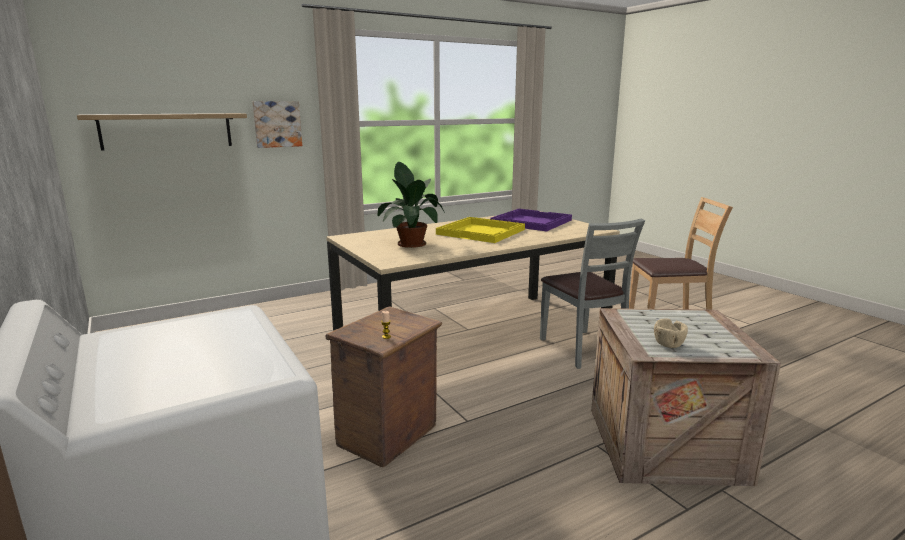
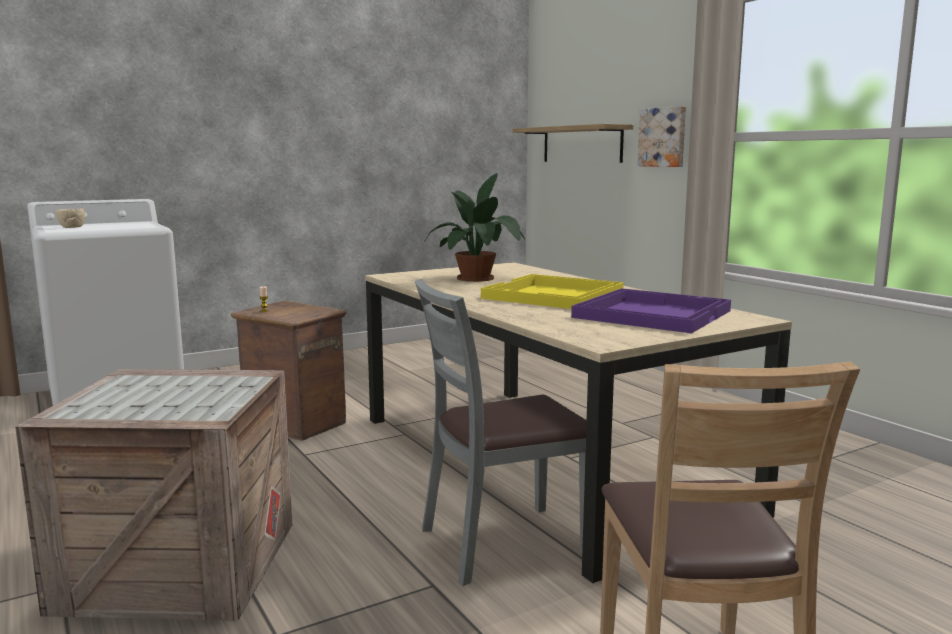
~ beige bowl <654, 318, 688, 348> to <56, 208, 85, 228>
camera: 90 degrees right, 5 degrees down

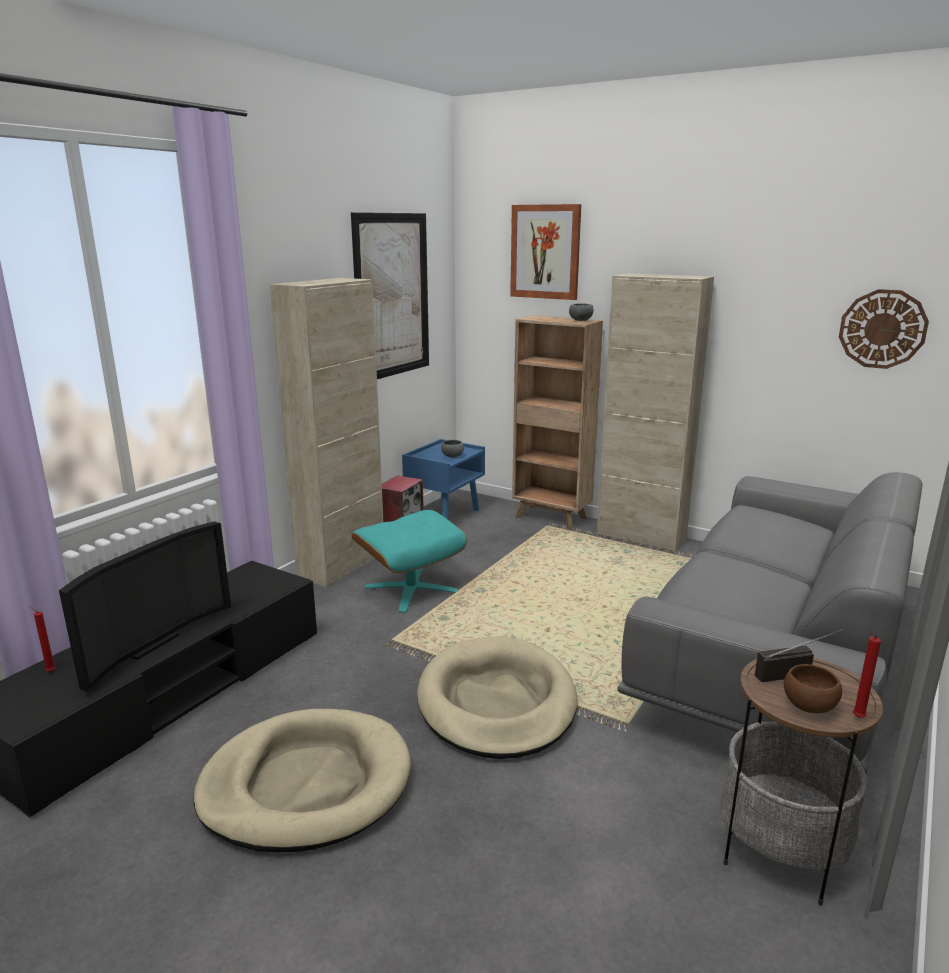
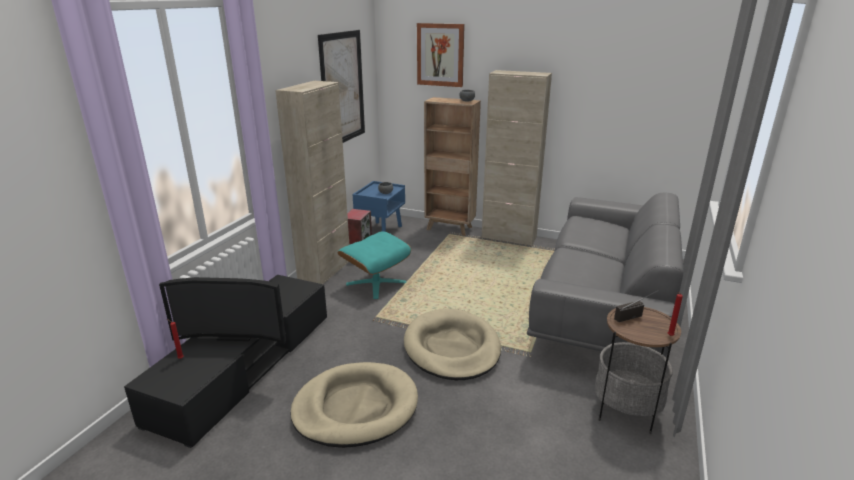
~ television <59, 522, 231, 692> = <159, 277, 286, 344> 75 degrees clockwise
- brown bowl <784, 664, 842, 713>
- wall clock <839, 289, 929, 369>
camera: 10 degrees left, 5 degrees up

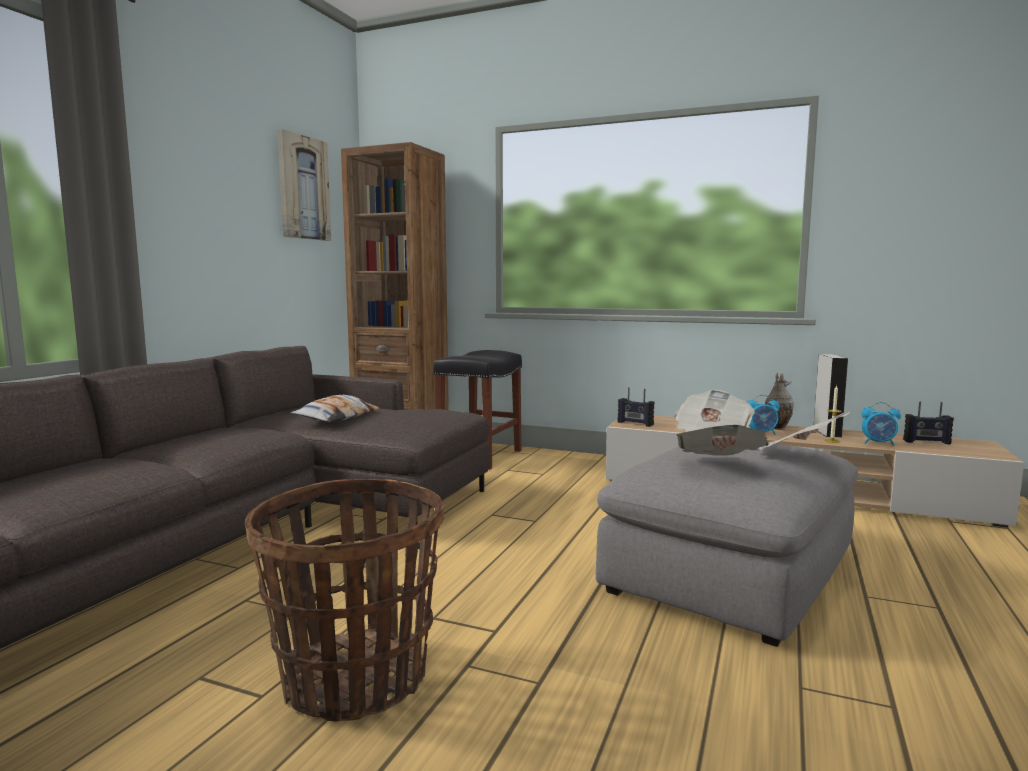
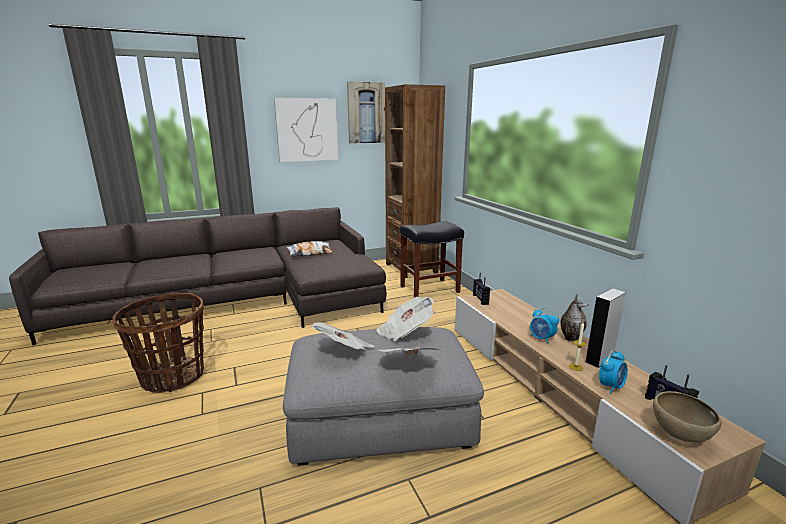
+ picture <274, 98, 338, 162>
~ alarm clock <862, 402, 901, 446> = <599, 350, 628, 394> 105 degrees counterclockwise
+ brown bowl <653, 391, 722, 442>
camera: 45 degrees right, 10 degrees up

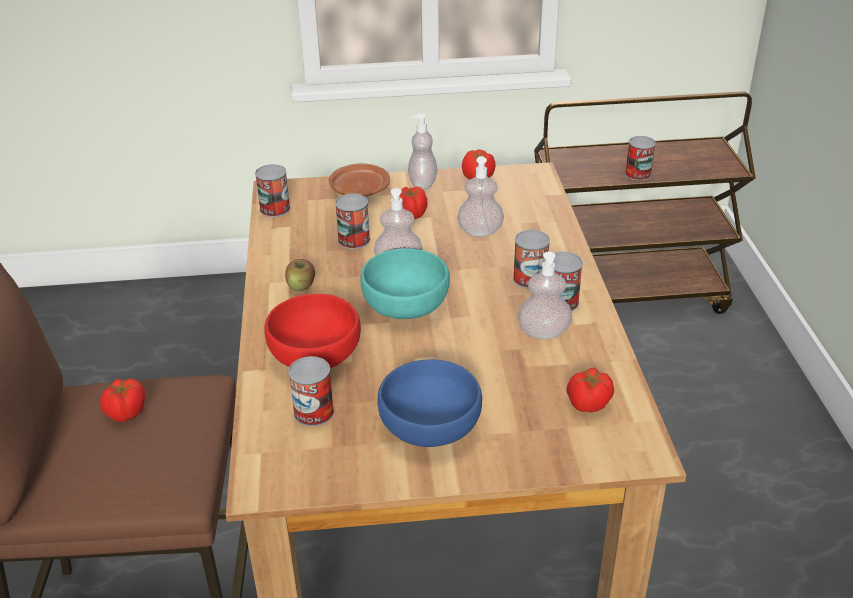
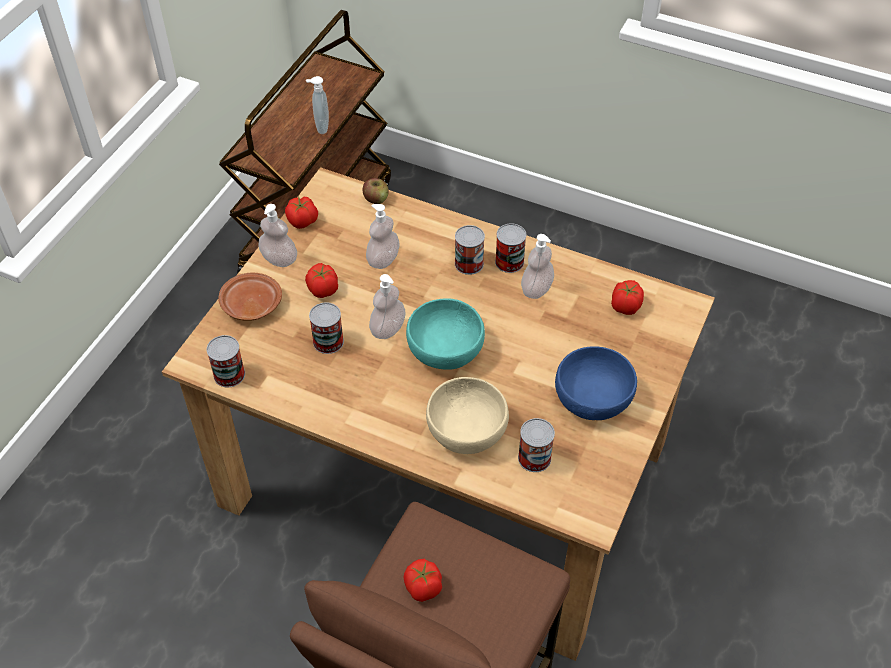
~ can <625, 136, 656, 181> to soap dispenser <306, 76, 329, 134>
~ apple <285, 259, 315, 291> to <363, 178, 389, 204>
~ red bowl <264, 294, 361, 368> to beige bowl <426, 377, 509, 454>
camera: 60 degrees left, 15 degrees up

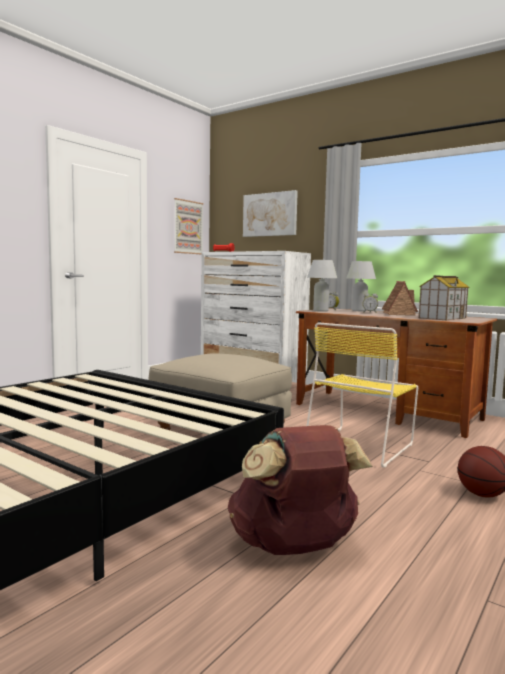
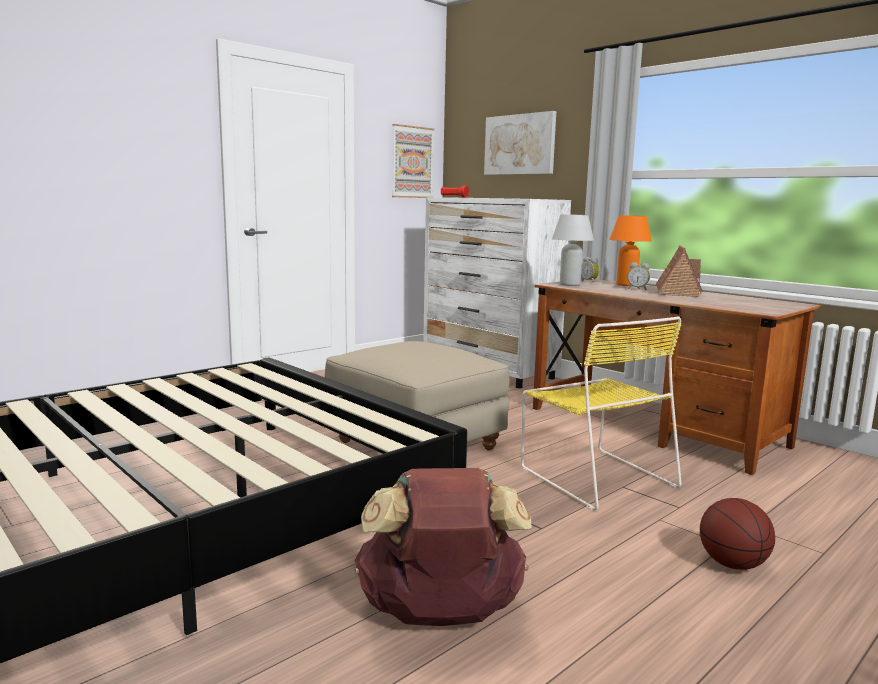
~ yellow chair <306, 322, 418, 468> = <521, 316, 682, 510> 75 degrees counterclockwise
~ white table lamp <346, 261, 376, 311> to orange table lamp <609, 215, 652, 286>
- toy house <419, 275, 470, 320>
camera: 10 degrees right, 5 degrees up

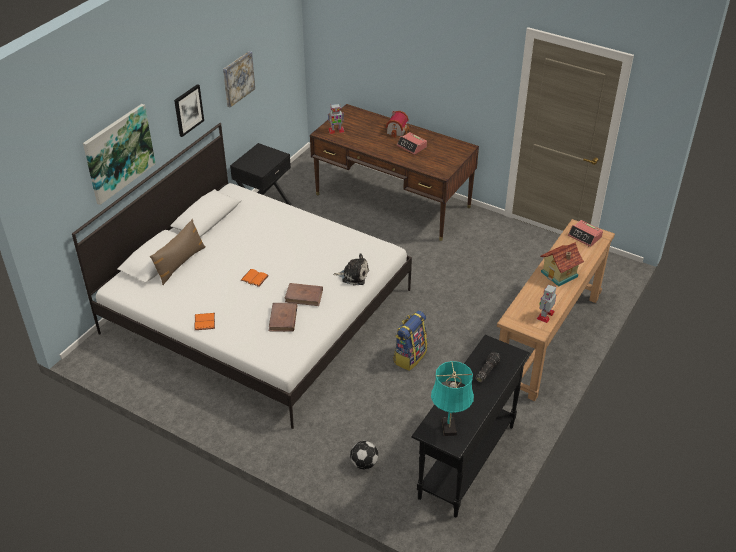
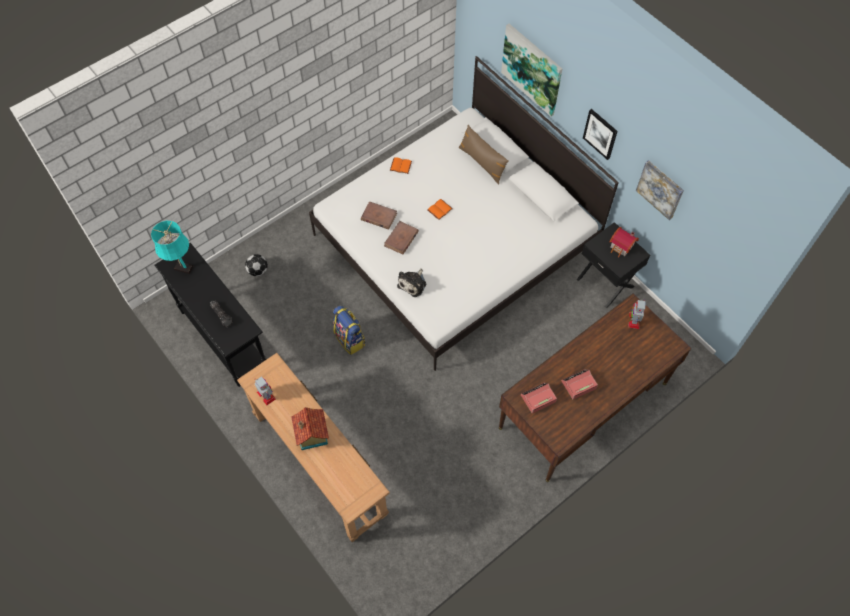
~ alarm clock <568, 220, 603, 247> to <521, 382, 557, 413>
~ toy house <385, 111, 410, 137> to <610, 227, 639, 258>
camera: 110 degrees right, 20 degrees up

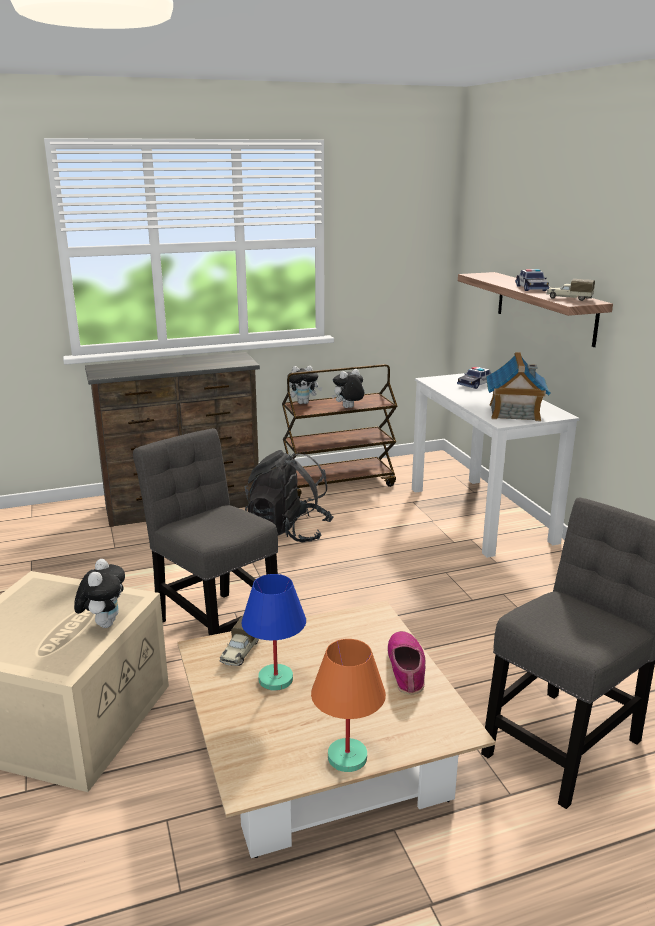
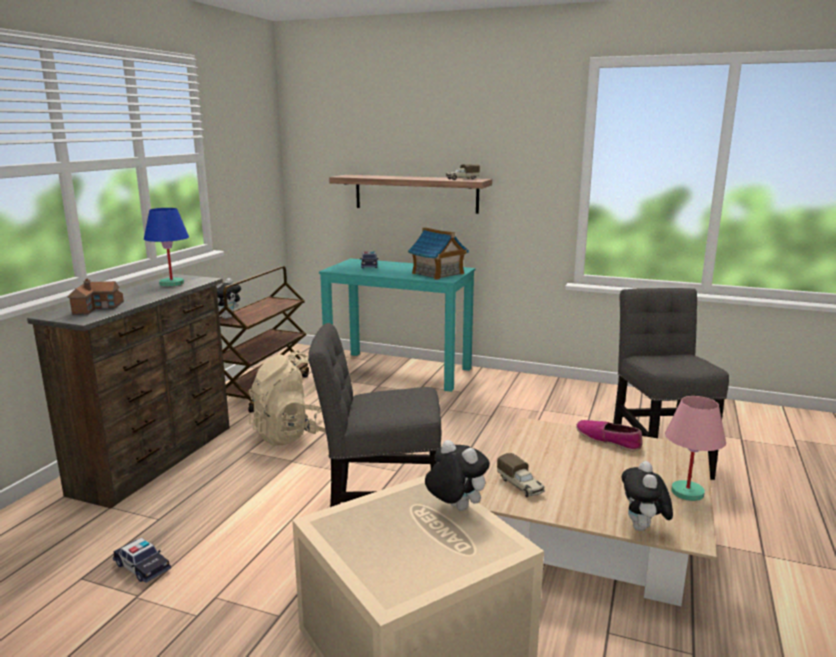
+ toy house <68, 278, 124, 315>
~ toy car <515, 269, 549, 291> to <113, 537, 171, 583>
~ blue table lamp <241, 574, 306, 691> to <144, 208, 189, 287>
~ black backpack <245, 450, 334, 542> to beige backpack <249, 351, 326, 446>
~ white desk <412, 373, 580, 558> to turquoise desk <319, 258, 475, 392>
~ plush toy <332, 369, 364, 408> to <621, 461, 673, 531>
~ orange table lamp <311, 639, 386, 772> to pink table lamp <665, 396, 726, 501>
camera: 50 degrees left, 5 degrees down

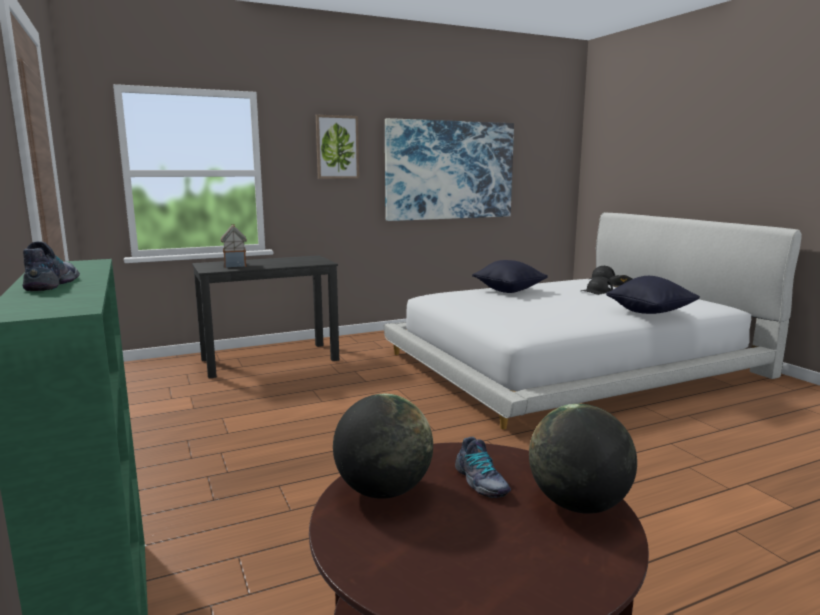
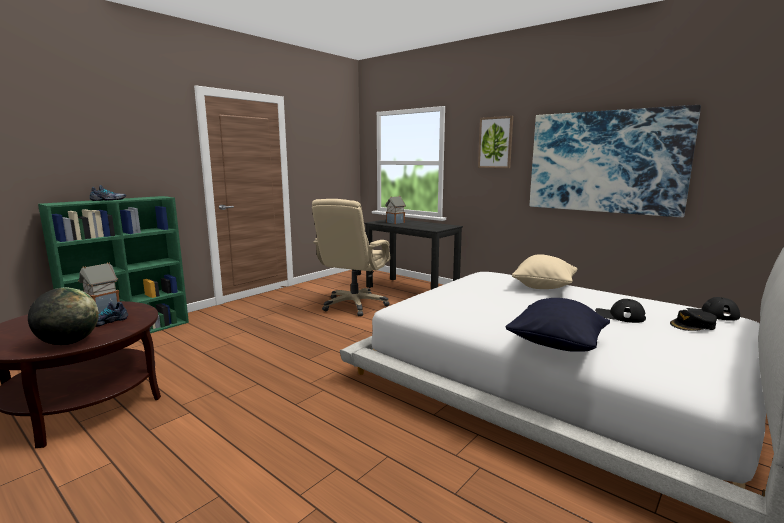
~ globe <333, 394, 433, 499> to toy house <78, 262, 120, 313>
+ beige office chair <312, 199, 390, 316>
~ black pillow <472, 260, 548, 293> to beige pillow <512, 254, 577, 289>
camera: 65 degrees right, 0 degrees up

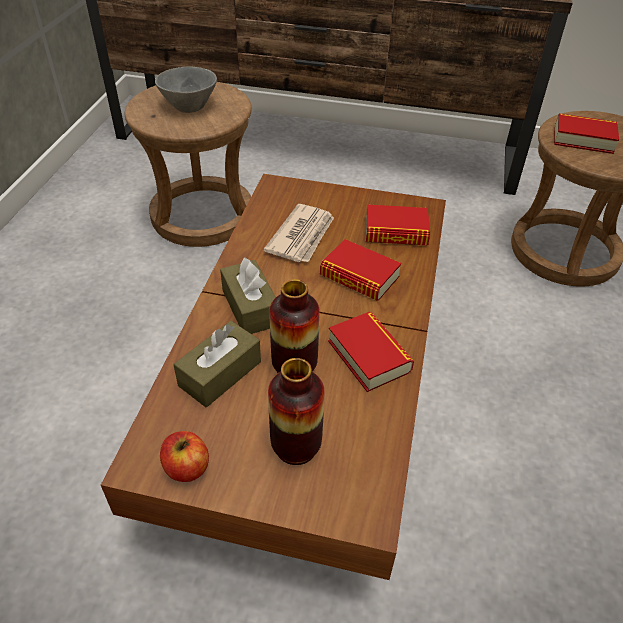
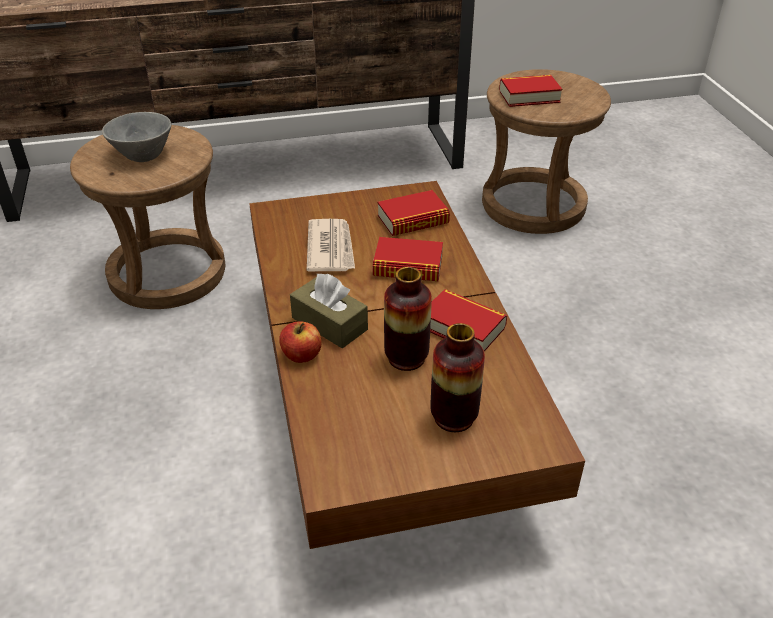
~ apple <160, 431, 209, 482> to <279, 321, 322, 363>
- brown tissue box <174, 321, 261, 407>
camera: 25 degrees left, 5 degrees down

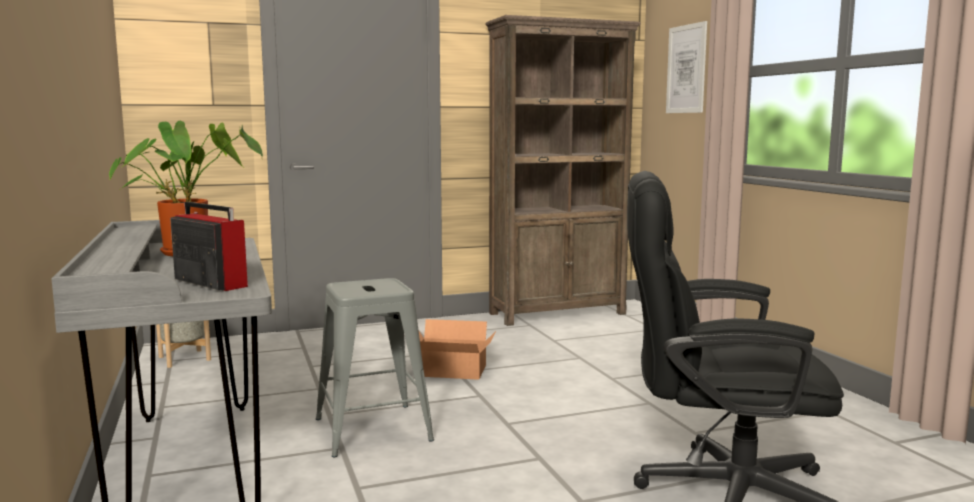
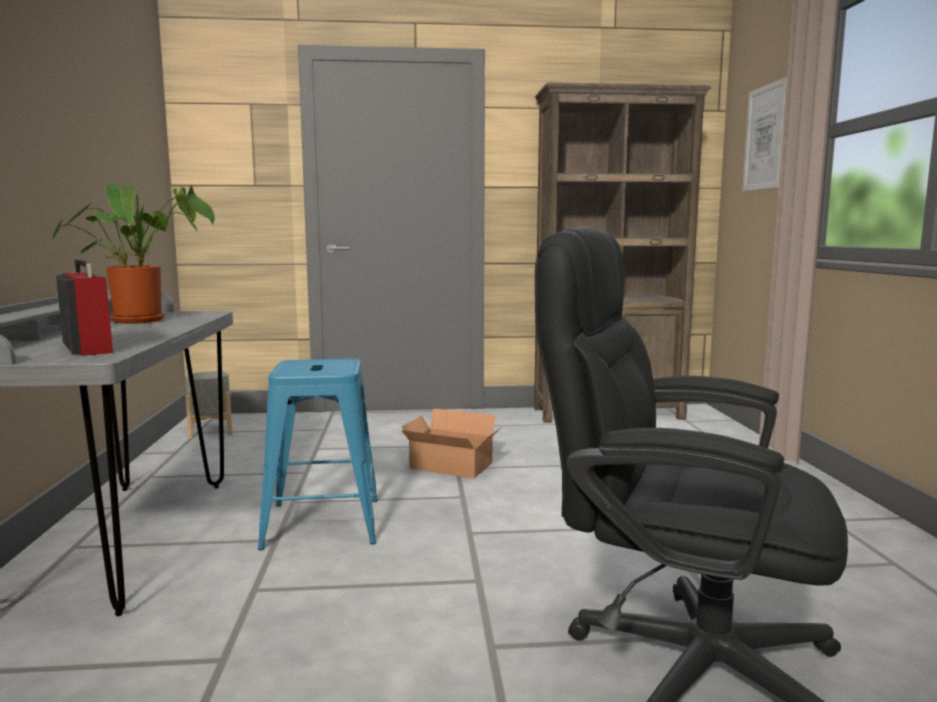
~ grey stool <316, 278, 434, 457> to blue stool <258, 359, 378, 550>
camera: 15 degrees right, 0 degrees up

